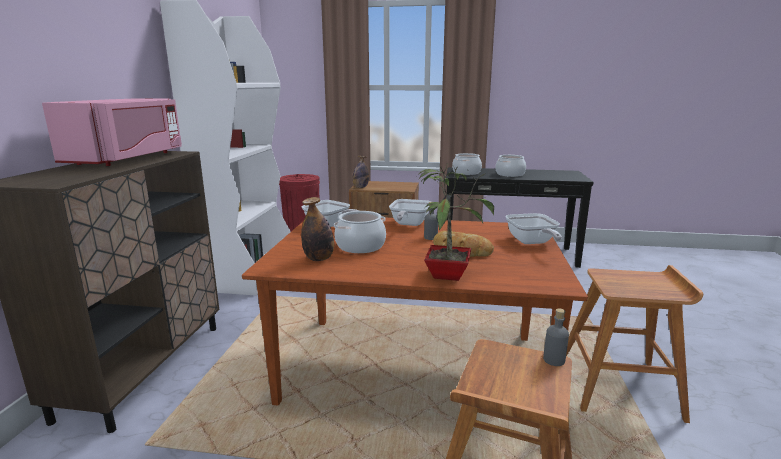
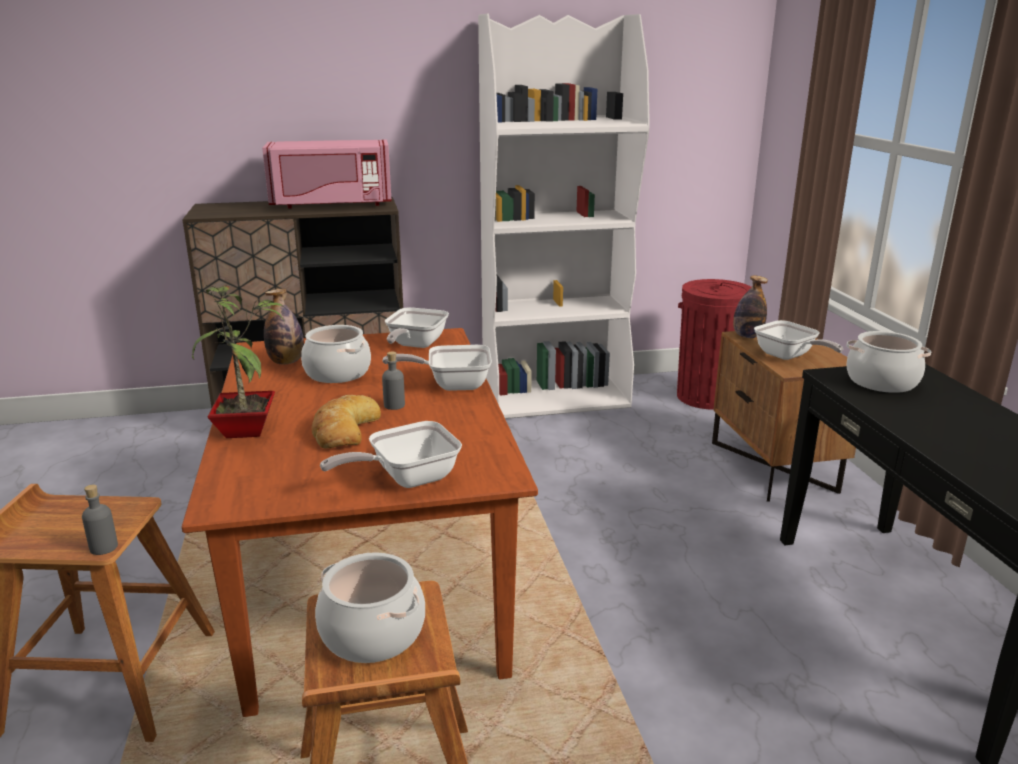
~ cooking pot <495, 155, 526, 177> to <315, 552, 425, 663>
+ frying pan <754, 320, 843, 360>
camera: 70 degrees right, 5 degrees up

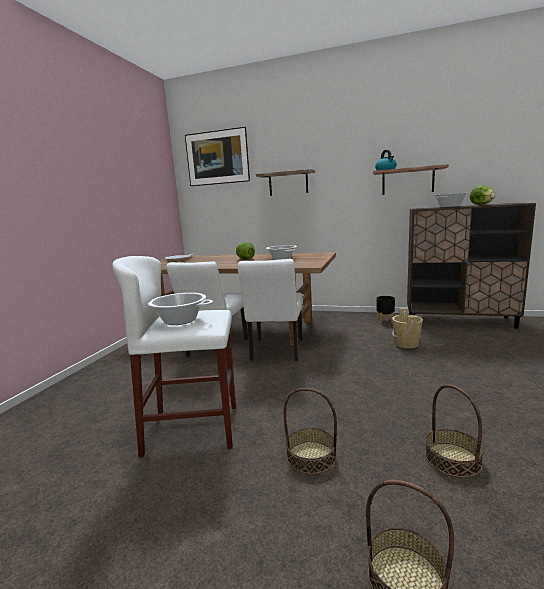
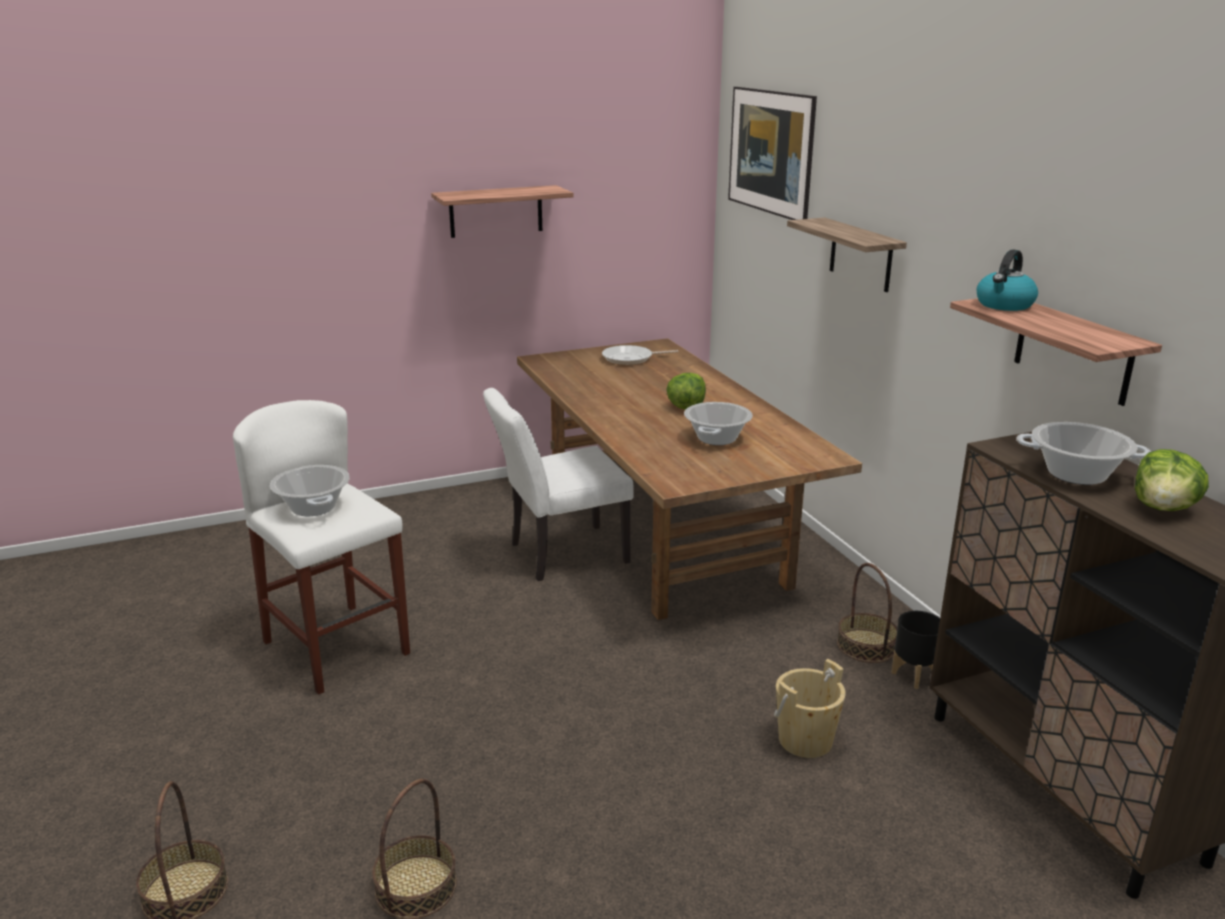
+ shelf <431, 185, 574, 238>
~ basket <283, 388, 337, 475> to <837, 563, 897, 663>
- white chair <237, 259, 303, 361>
camera: 50 degrees right, 10 degrees up

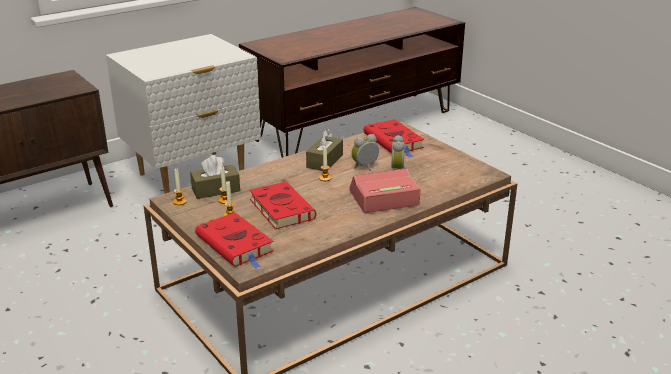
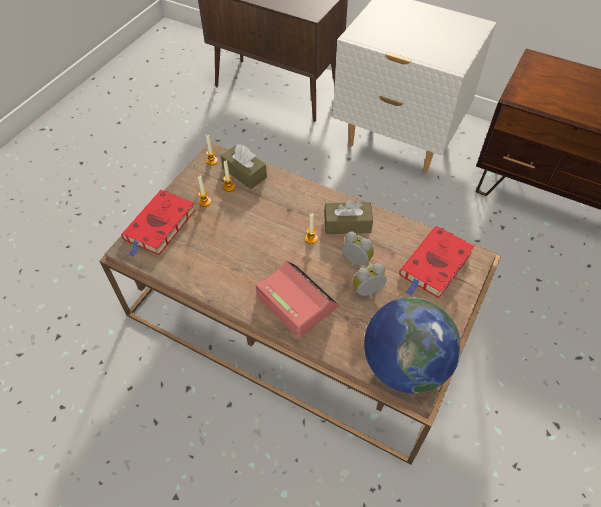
+ globe <364, 297, 461, 394>
- red book <249, 181, 316, 229>
camera: 65 degrees right, 25 degrees up

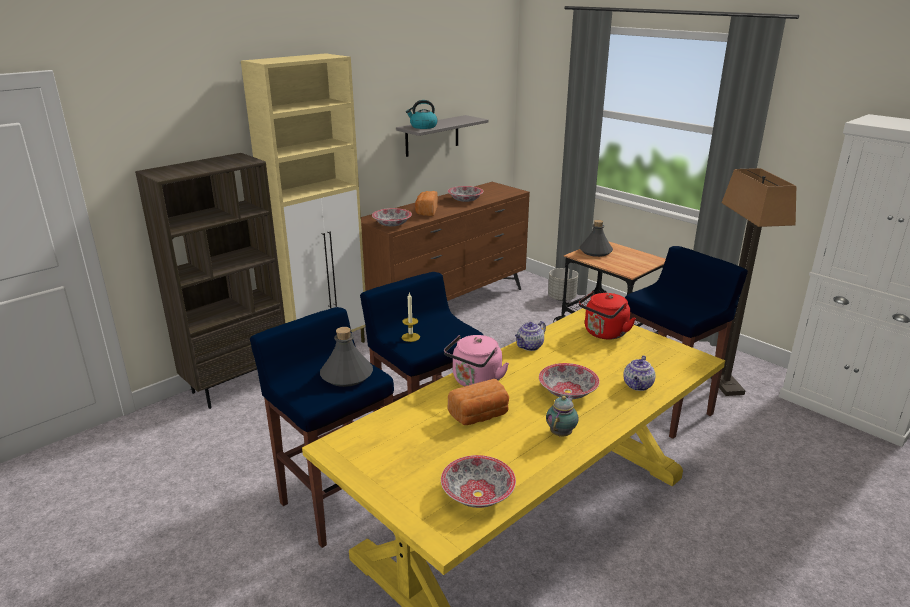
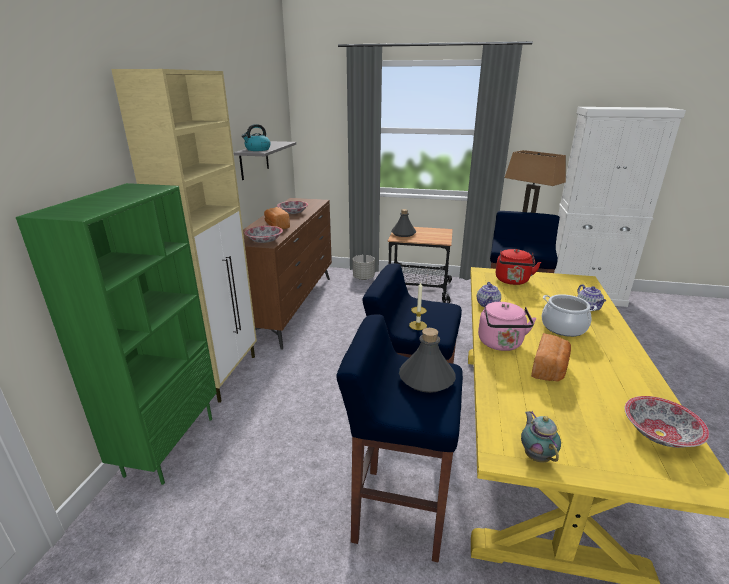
~ brown bookcase <135, 153, 285, 409> to green bookcase <16, 183, 217, 485>
~ teapot <546, 395, 579, 436> to <521, 411, 561, 463>
~ bowl <539, 363, 600, 399> to cooking pot <542, 294, 597, 337>
camera: 35 degrees left, 0 degrees up

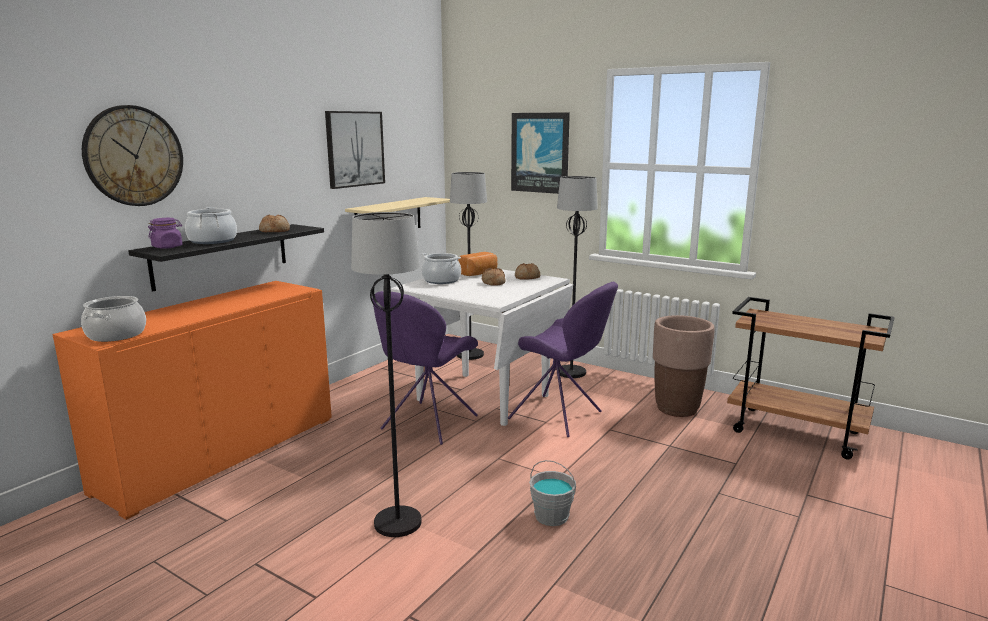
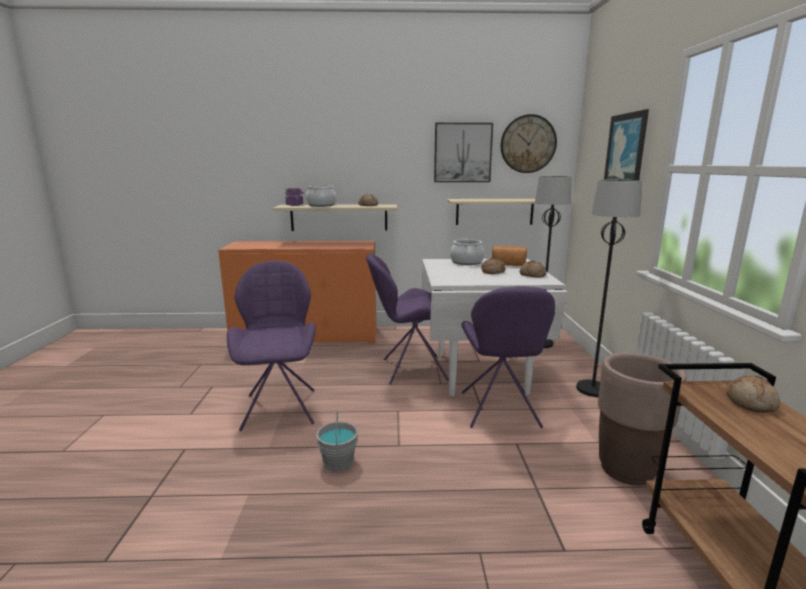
~ black floor lamp <351, 212, 422, 537> to purple chair <227, 261, 316, 431>
~ black shelf <128, 224, 324, 292> to beige shelf <272, 204, 397, 231>
~ wall clock <82, 105, 183, 206> to <501, 114, 557, 173>
+ bread <726, 375, 780, 413>
- cooking pot <81, 296, 146, 342>
camera: 55 degrees right, 0 degrees up

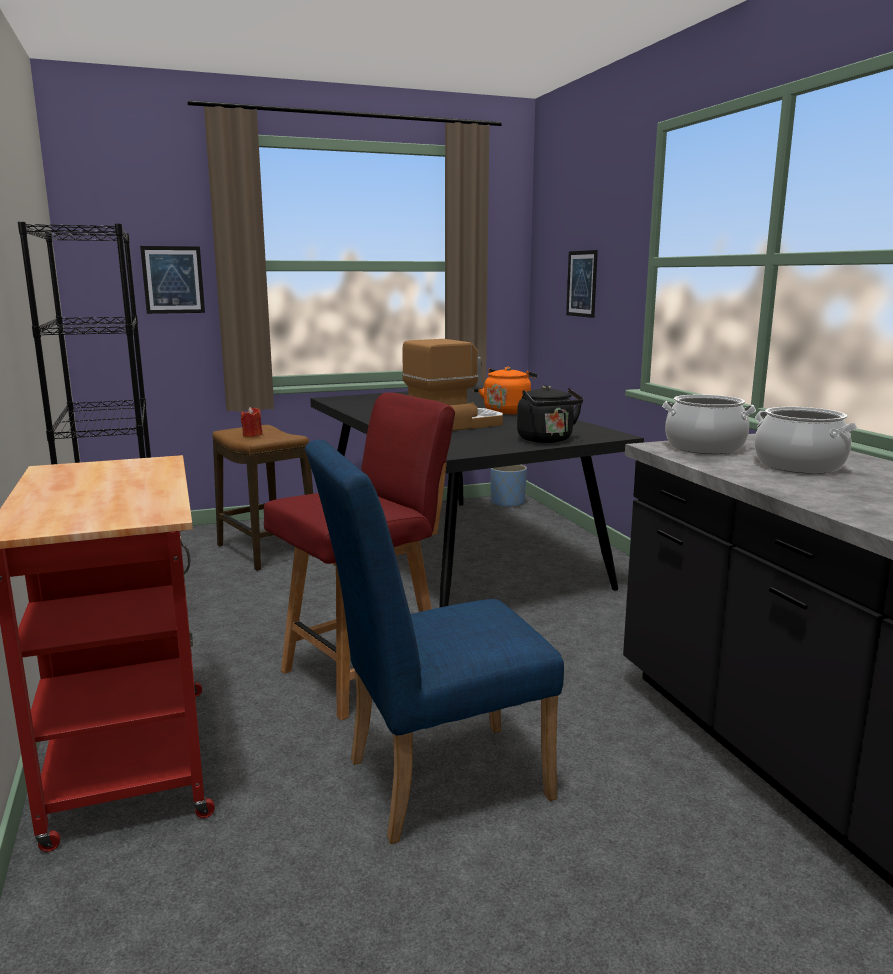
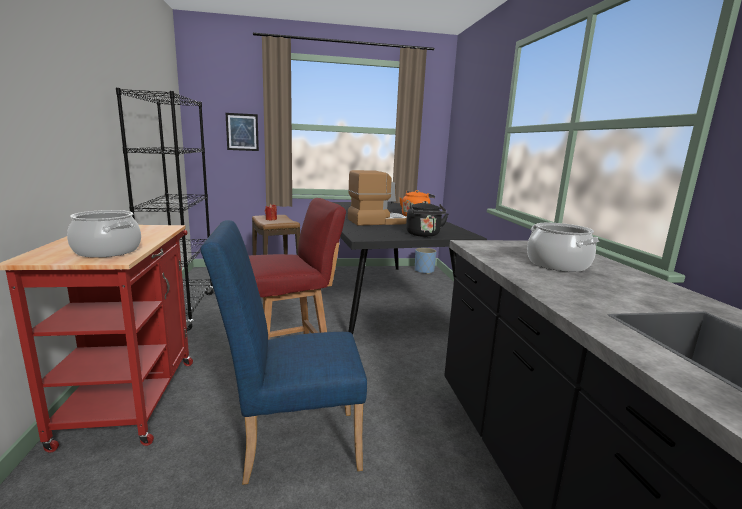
~ cooking pot <662, 395, 756, 454> to <67, 210, 141, 258>
- picture <566, 250, 598, 318>
camera: 10 degrees right, 0 degrees up

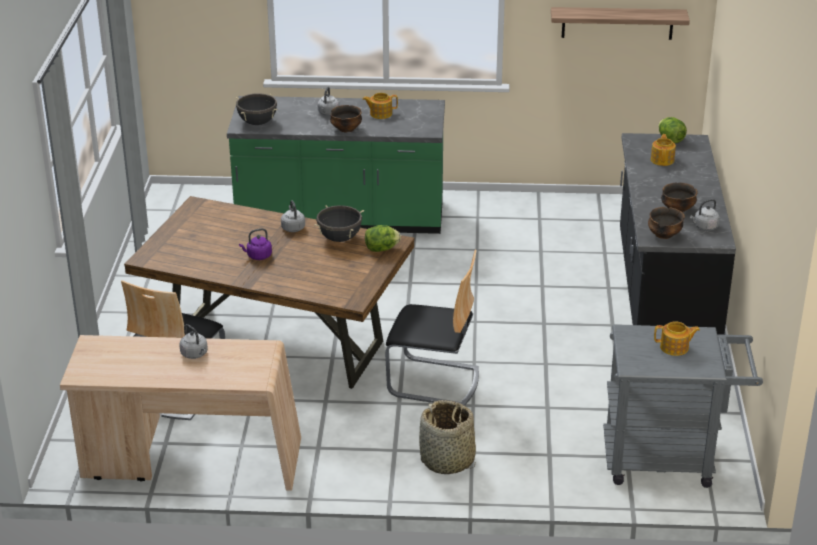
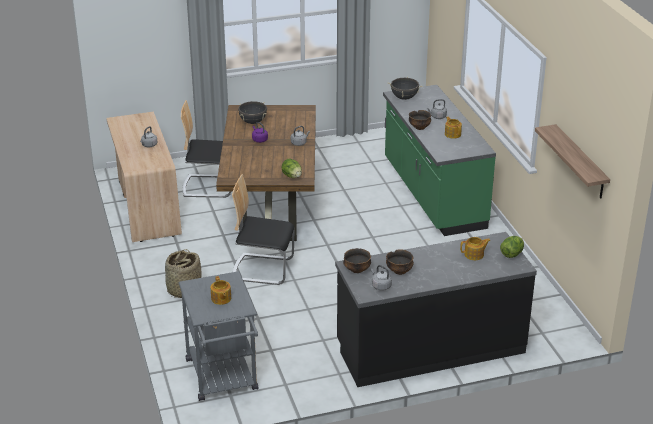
~ chair <385, 250, 479, 406> = <232, 174, 294, 285> 105 degrees clockwise
~ black cooking pot <314, 205, 364, 242> to <238, 101, 267, 124>
camera: 70 degrees right, 0 degrees up

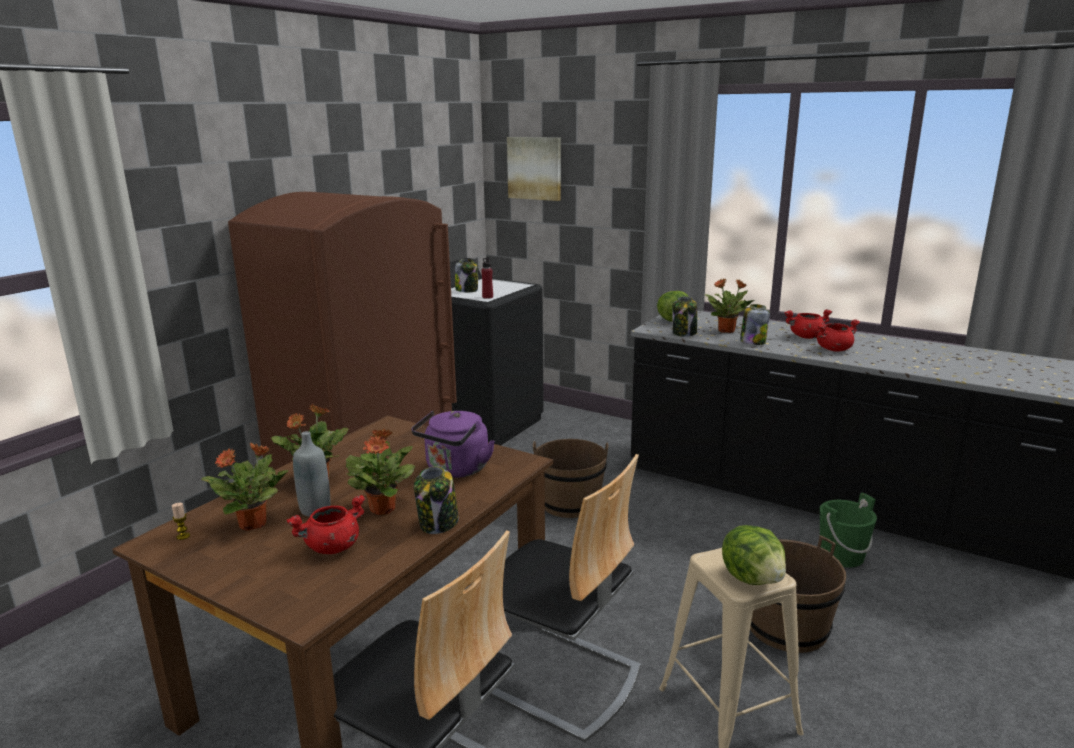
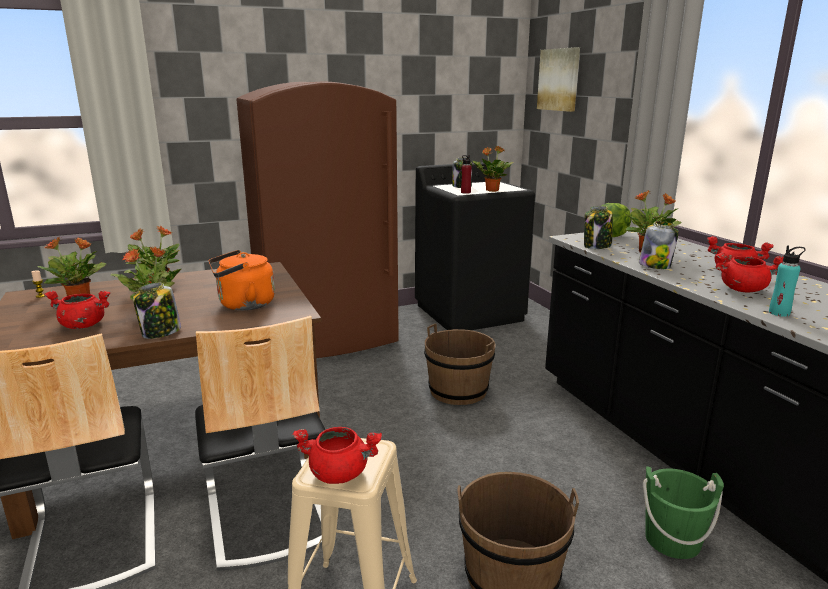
~ purple kettle <411, 410, 495, 478> to orange kettle <208, 250, 275, 310>
~ lettuce <722, 525, 786, 585> to red cooking pot <293, 427, 382, 484>
+ potted plant <473, 146, 513, 192>
+ turquoise bottle <769, 245, 806, 317>
- grey bottle <293, 431, 330, 517>
camera: 35 degrees right, 0 degrees up

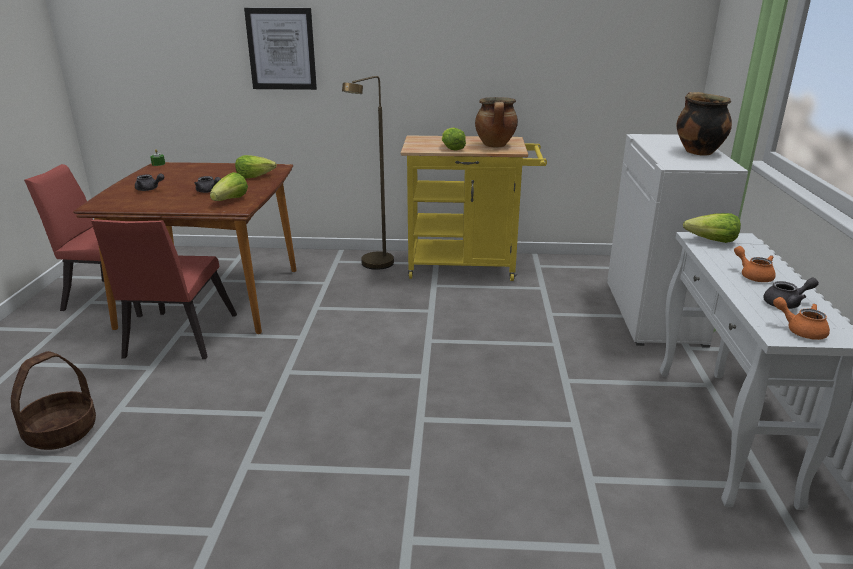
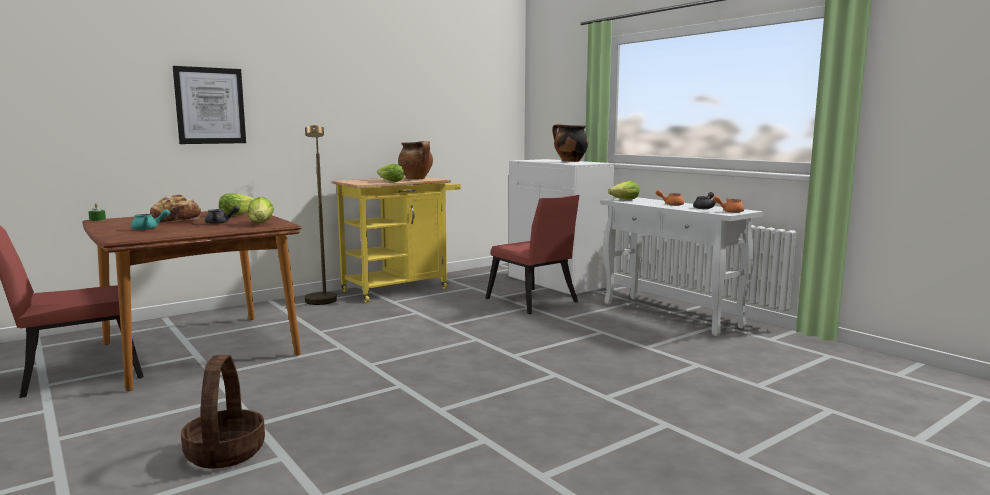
~ grey teapot <135, 174, 164, 191> to turquoise teapot <131, 209, 170, 230>
+ bread <150, 194, 201, 224>
~ red chair <91, 219, 237, 359> to <486, 195, 579, 314>
camera: 40 degrees left, 15 degrees down

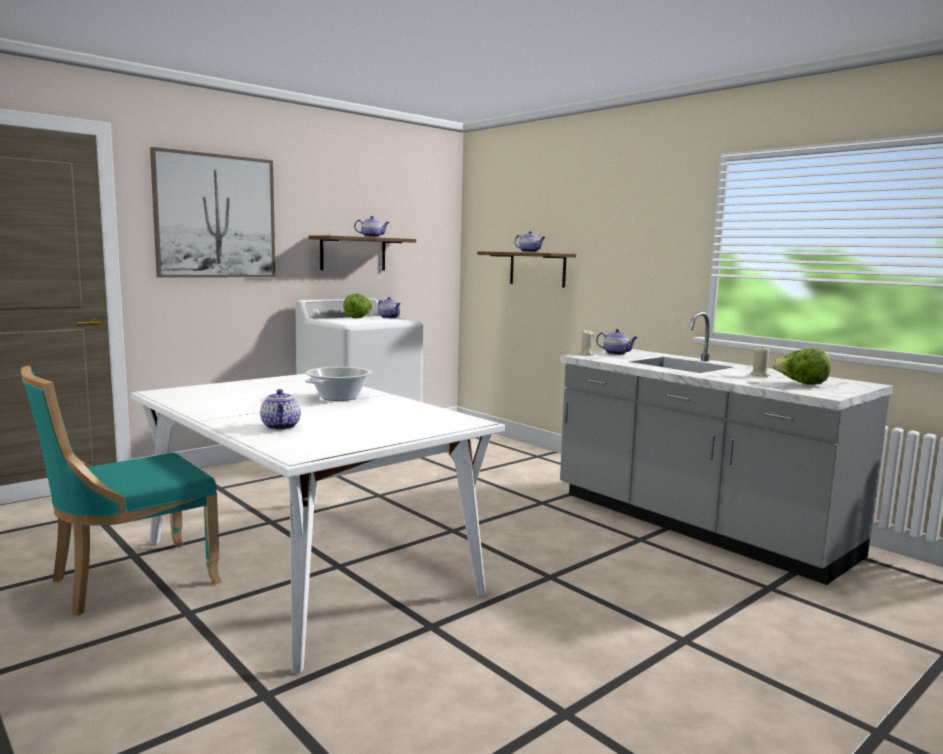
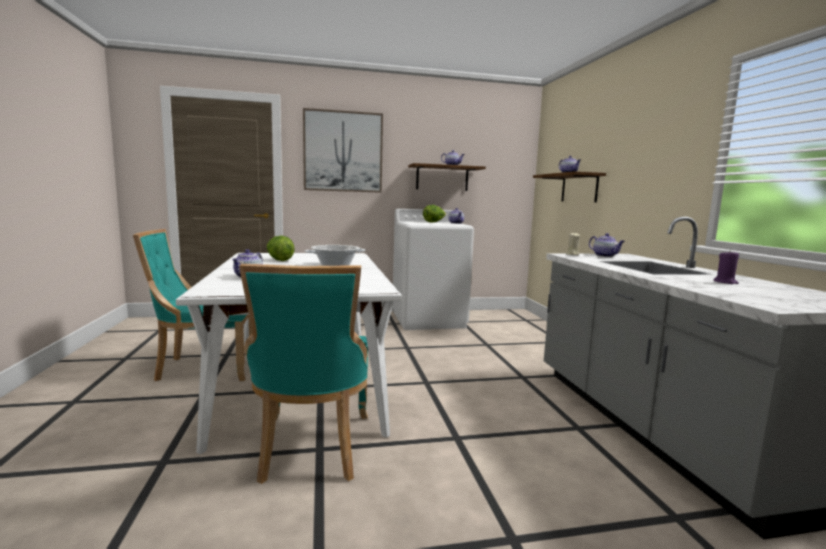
+ turquoise chair <239, 264, 368, 484>
~ lettuce <771, 348, 831, 385> to <267, 236, 295, 261>
~ beige candle <750, 346, 770, 377> to purple candle <713, 250, 739, 284>
camera: 30 degrees right, 0 degrees up

